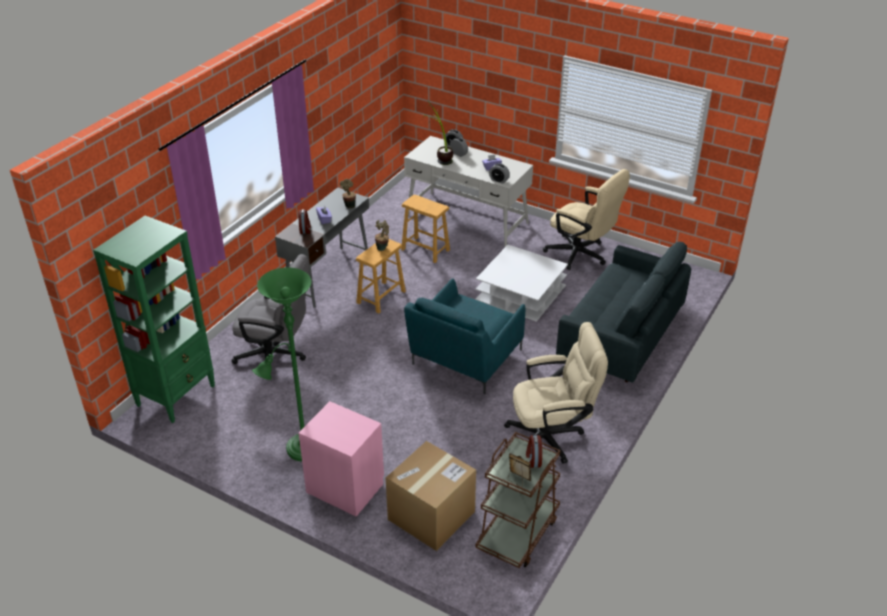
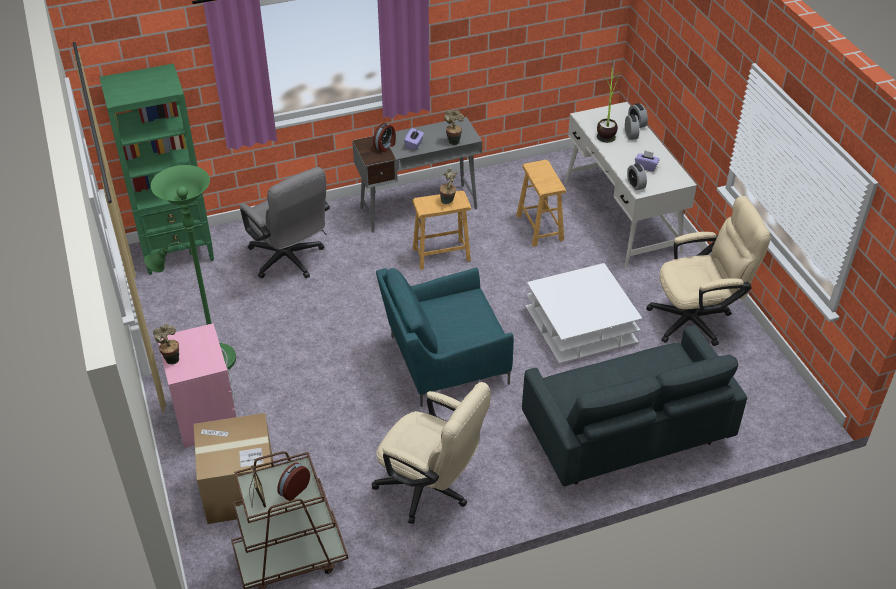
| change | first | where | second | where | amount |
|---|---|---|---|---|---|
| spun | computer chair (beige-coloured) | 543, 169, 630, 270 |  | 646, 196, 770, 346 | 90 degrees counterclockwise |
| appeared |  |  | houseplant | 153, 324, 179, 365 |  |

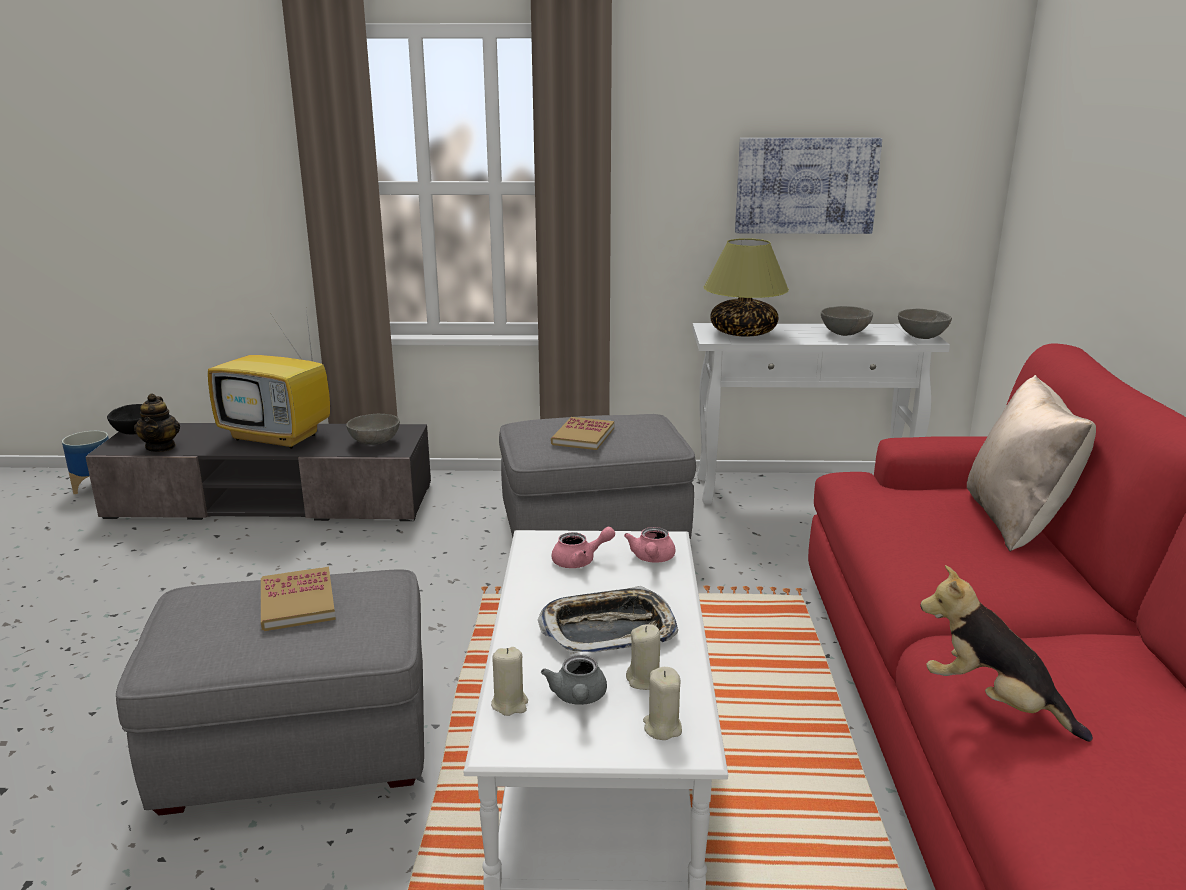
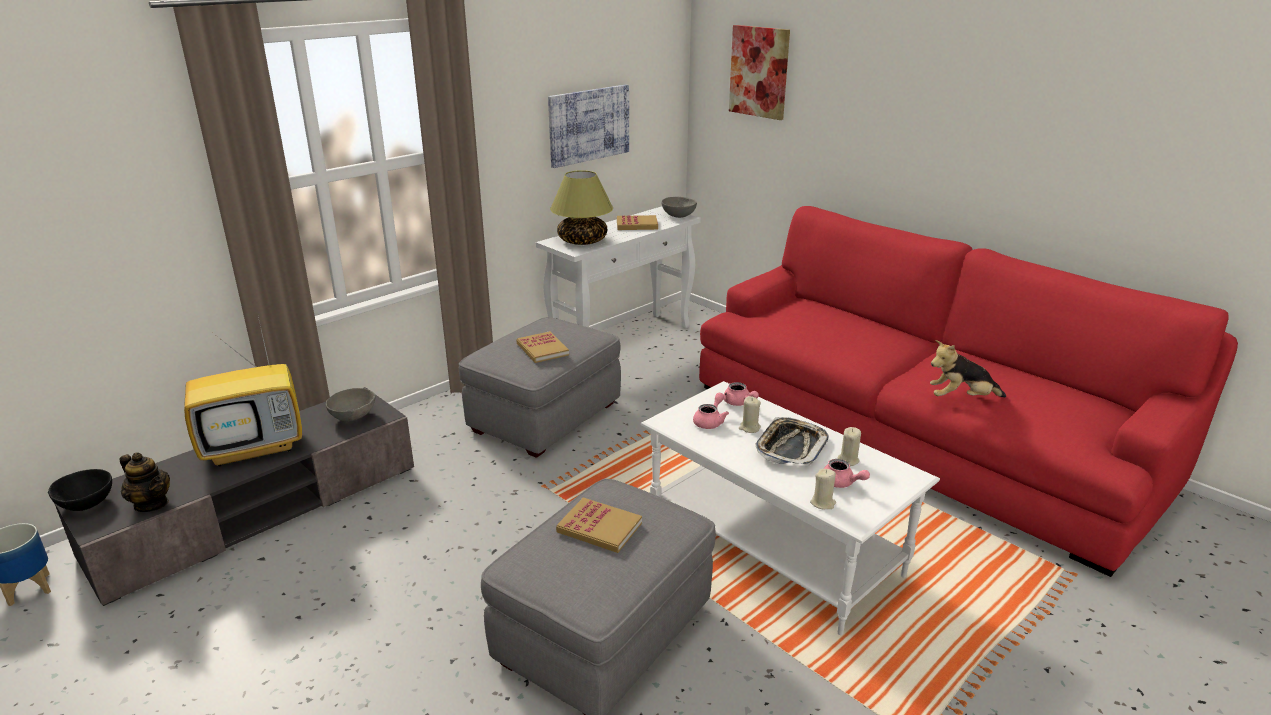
| change | first | where | second | where | amount |
|---|---|---|---|---|---|
| exchanged | serving bowl (gray) | 821, 306, 873, 336 | bound book | 617, 215, 658, 230 |  |
| missing | throw pillow (beige-coloured) | 967, 375, 1096, 551 |  |  |  |
| colour | pot for tea (gray) | 541, 655, 607, 705 | pot for tea (pink-coloured) | 824, 459, 870, 488 |  |
| relocated | wax light (beige-coloured) | 643, 667, 682, 740 |  | 739, 396, 761, 433 |  |
| appeared |  |  | wall art | 729, 25, 790, 120 |  |

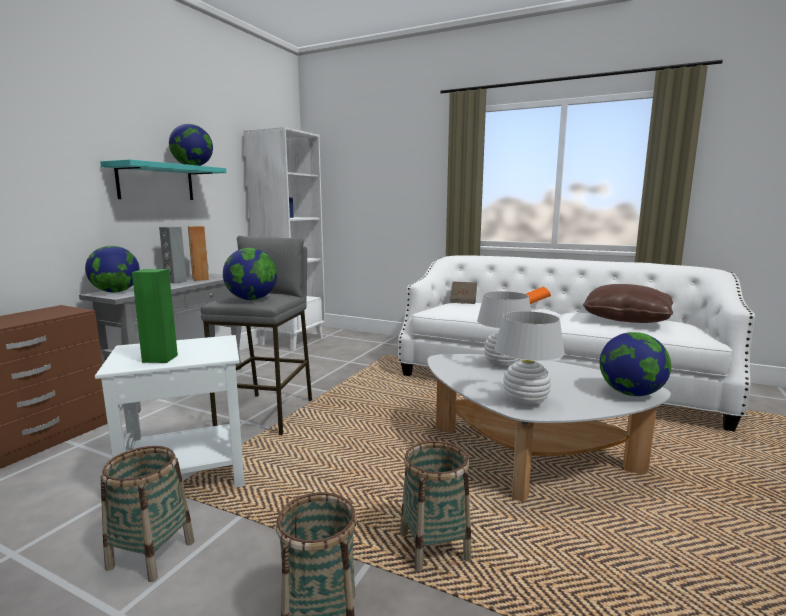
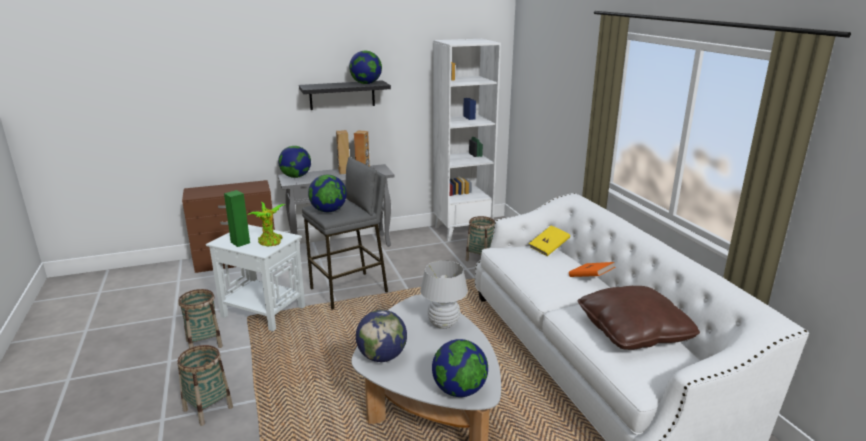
| change | first | where | second | where | amount |
|---|---|---|---|---|---|
| colour | wall shelf (blue-green) | 100, 159, 227, 200 | wall shelf (black) | 299, 80, 391, 110 |  |
| colour | audio speaker (gray) | 159, 227, 187, 284 | audio speaker (brownish) | 336, 130, 349, 174 |  |
| colour | bound book (brownish) | 450, 282, 477, 304 | bound book (yellow-coloured) | 529, 225, 570, 256 |  |
| exchanged | tabletop lamp (white) | 495, 311, 565, 407 | world globe | 356, 310, 407, 362 |  |
| relocated | storage basket | 400, 441, 471, 572 |  | 465, 216, 495, 261 |  |
| appeared |  |  | houseplant | 248, 202, 285, 246 |  |

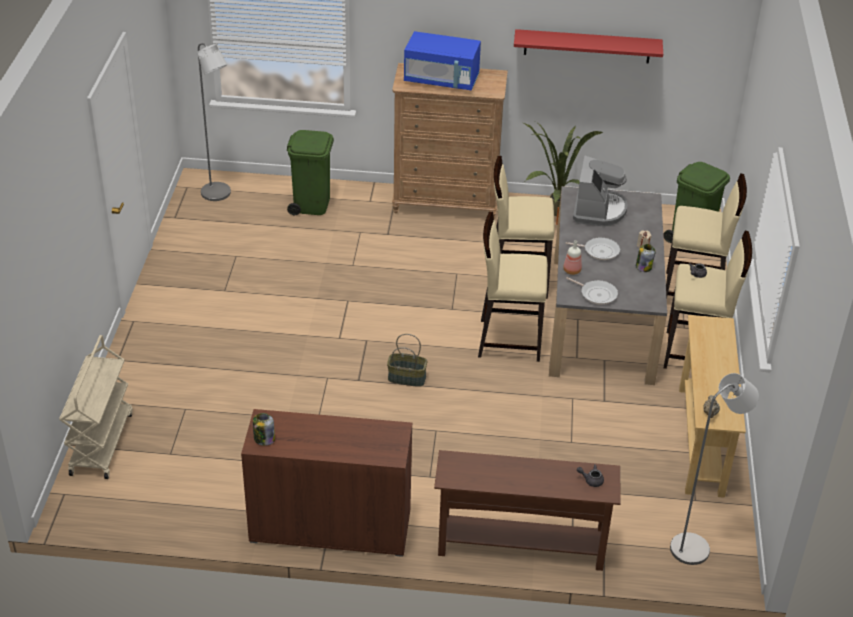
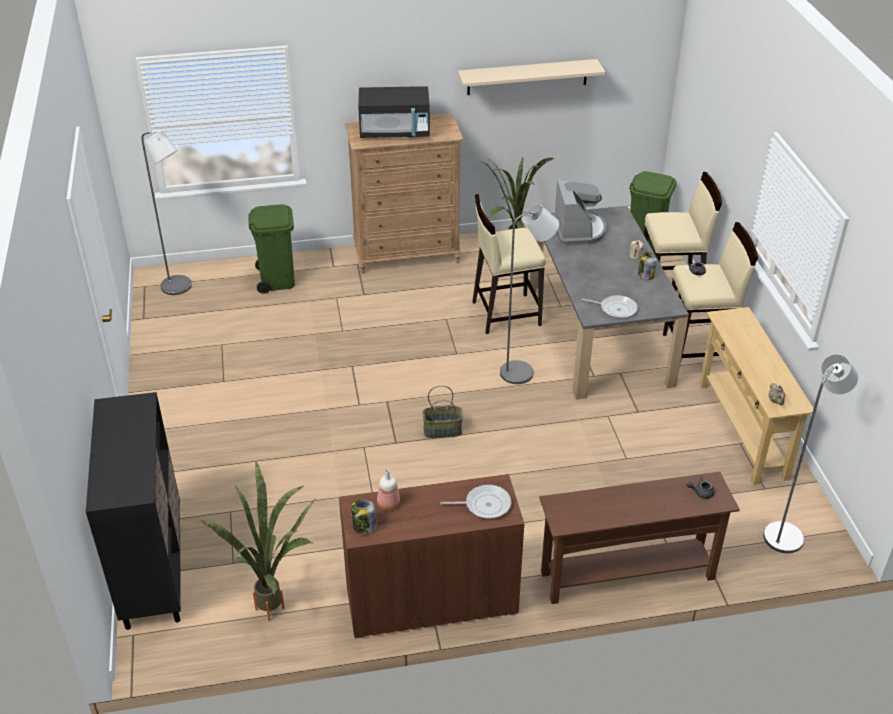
| change | first | where | second | where | amount |
|---|---|---|---|---|---|
| colour | wall shelf (red) | 514, 29, 663, 63 | wall shelf (beige-coloured) | 458, 59, 606, 95 |  |
| colour | microwave (blue-coloured) | 404, 31, 481, 90 | microwave (black) | 358, 86, 430, 138 |  |
| exchanged | stool seat (beige-coloured) | 478, 212, 548, 362 | floor lamp (gray) | 500, 204, 559, 384 |  |
| relocated | frying pan | 566, 238, 620, 260 |  | 441, 484, 511, 519 |  |
| relocated | drink bottle | 563, 240, 582, 275 |  | 377, 469, 400, 510 |  |
| exchanged | cart (beige-coloured) | 59, 335, 133, 479 | cabinet (black) | 86, 392, 181, 630 |  |
| appeared |  |  | houseplant | 201, 460, 316, 621 |  |

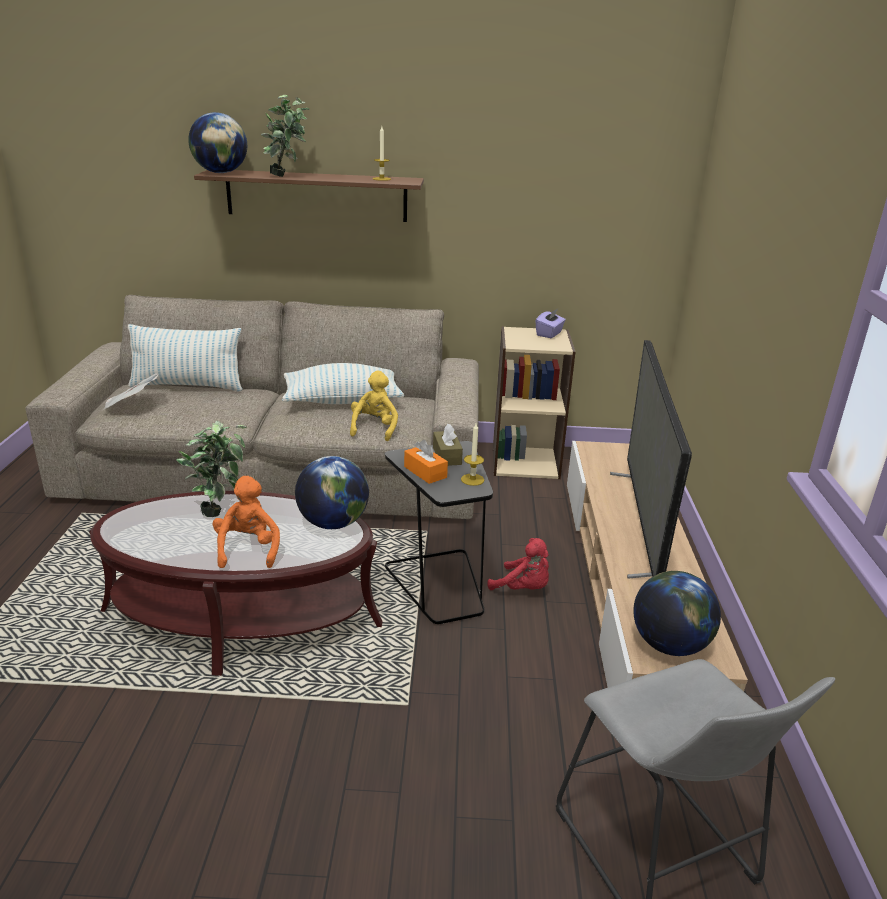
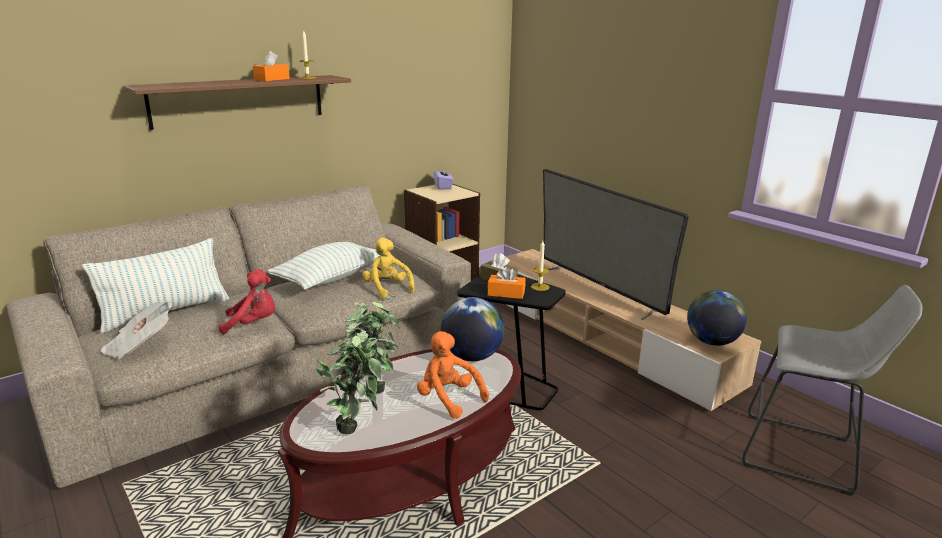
| change | first | where | second | where | amount |
|---|---|---|---|---|---|
| relocated | houseplant | 261, 95, 310, 177 |  | 316, 330, 389, 434 |  |
| missing | world globe | 188, 112, 247, 173 |  |  |  |
| relocated | plush toy (red) | 487, 538, 549, 590 |  | 219, 269, 275, 334 |  |
| appeared |  |  | box of tissues (orangey) | 253, 51, 290, 81 |  |

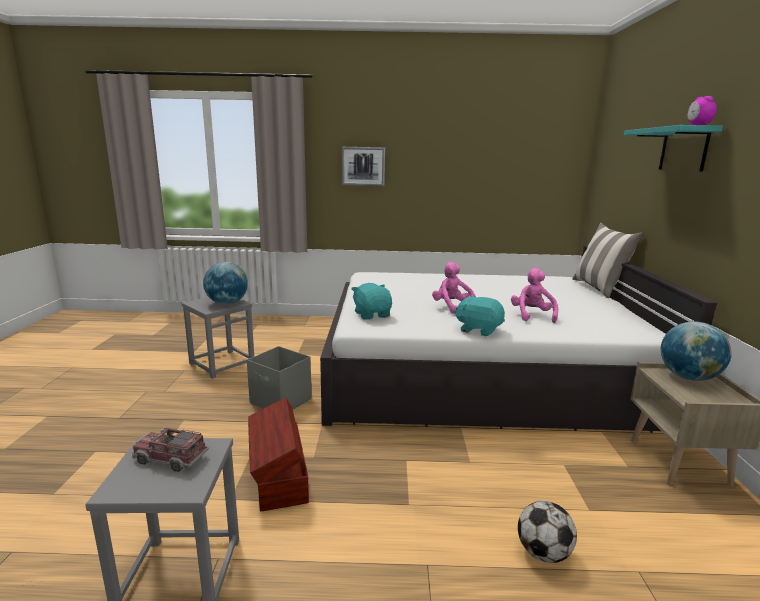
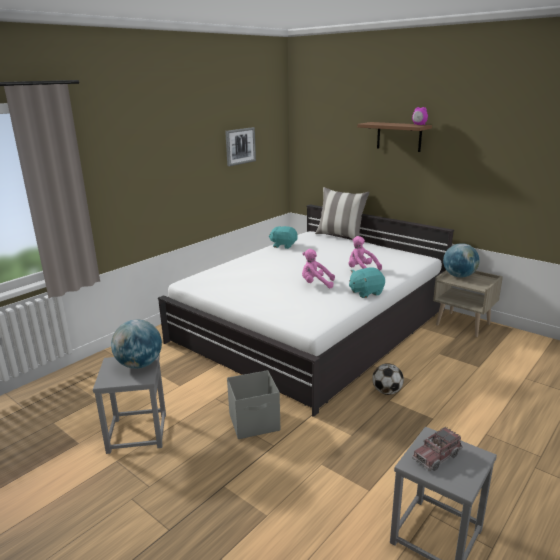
| change | first | where | second | where | amount |
|---|---|---|---|---|---|
| colour | wall shelf (blue-green) | 624, 125, 723, 172 | wall shelf (brownish) | 357, 122, 432, 152 |  |
| relocated | wall art | 342, 147, 385, 186 |  | 225, 127, 256, 166 |  |
| relocated | plush toy (blue-green) | 351, 283, 392, 320 |  | 269, 226, 298, 249 |  |
| missing | storage box (brownish) | 248, 397, 309, 512 |  |  |  |
| relocated | ball for football | 518, 501, 577, 563 |  | 372, 363, 404, 395 |  |

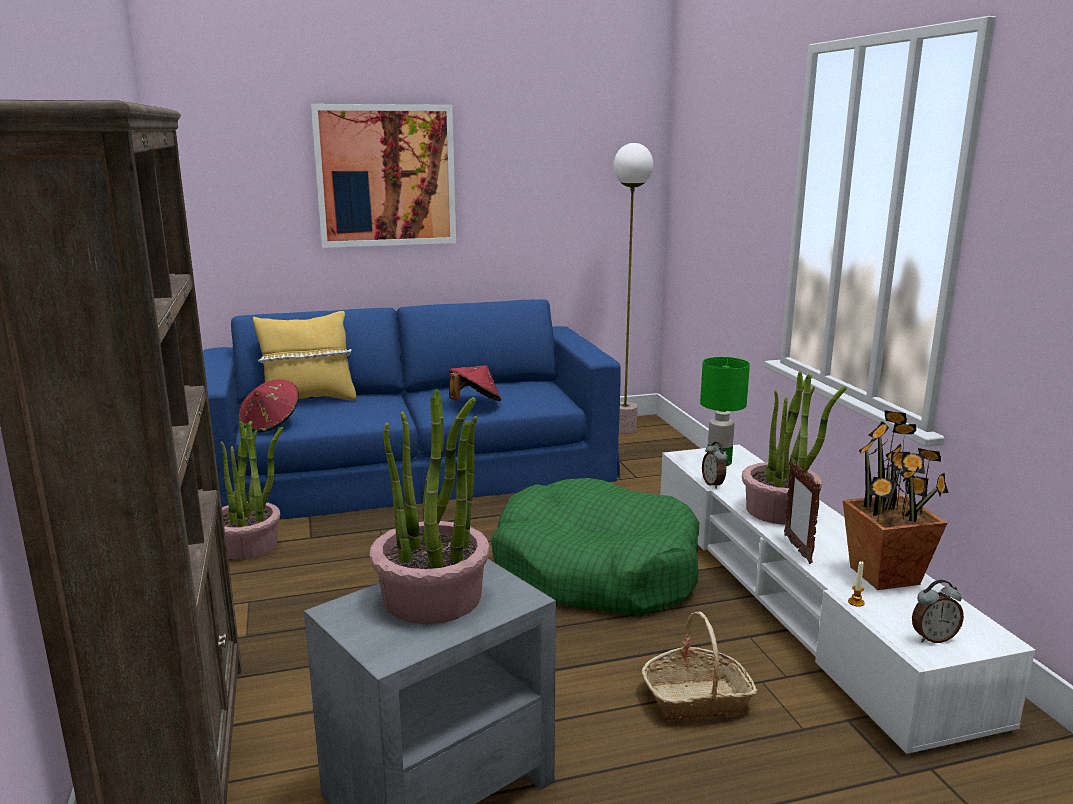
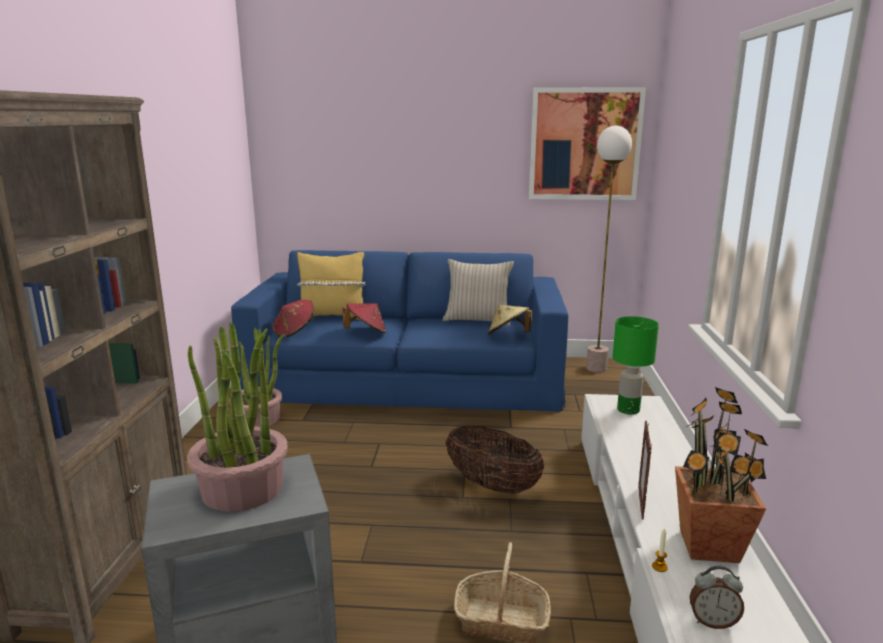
| change | first | where | second | where | amount |
|---|---|---|---|---|---|
| relocated | wall art | 311, 104, 456, 248 |  | 529, 87, 646, 200 |  |
| relocated | clothing hat (red) | 449, 365, 502, 401 |  | 343, 303, 386, 333 |  |
| missing | houseplant | 742, 372, 847, 525 |  |  |  |
| missing | alarm clock | 702, 442, 728, 489 |  |  |  |
| exchanged | pet bed (greenish) | 491, 478, 699, 616 | storage basket | 446, 426, 544, 494 |  |
| appeared |  |  | throw pillow (beige-coloured) | 443, 259, 514, 326 |  |
| appeared |  |  | clothing hat (beige-coloured) | 488, 305, 532, 335 |  |

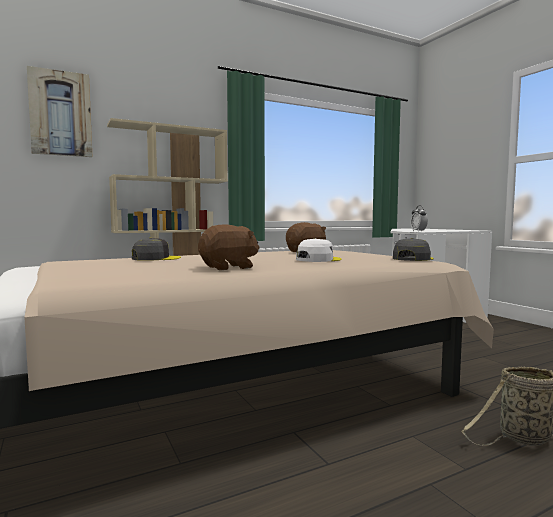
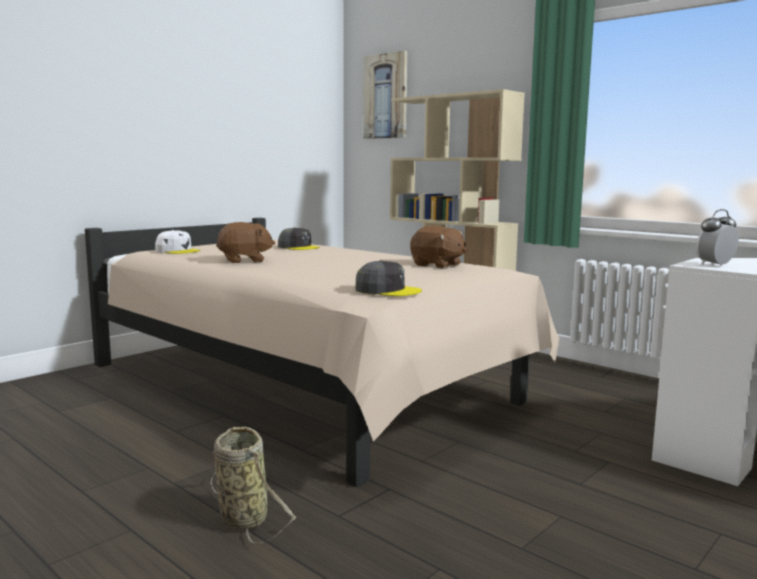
| change | first | where | second | where | amount |
|---|---|---|---|---|---|
| spun | plush toy (brownish) | 198, 224, 260, 270 |  | 216, 222, 275, 263 | 60 degrees counterclockwise |
| relocated | peaked cap (white) | 296, 238, 342, 262 |  | 155, 230, 201, 254 |  |

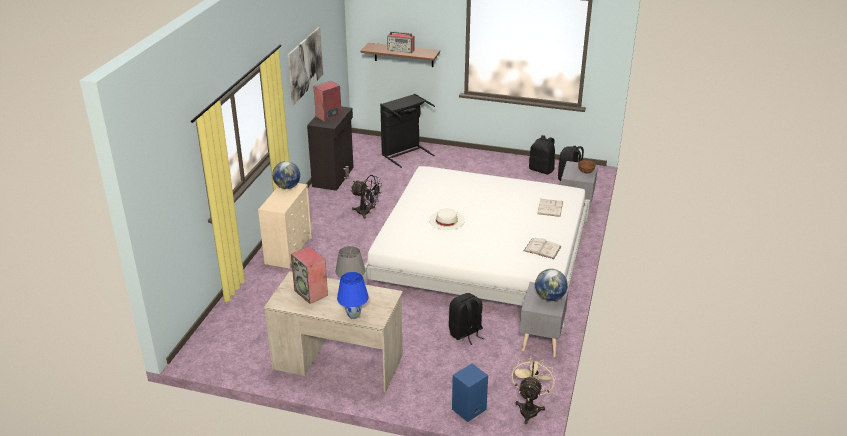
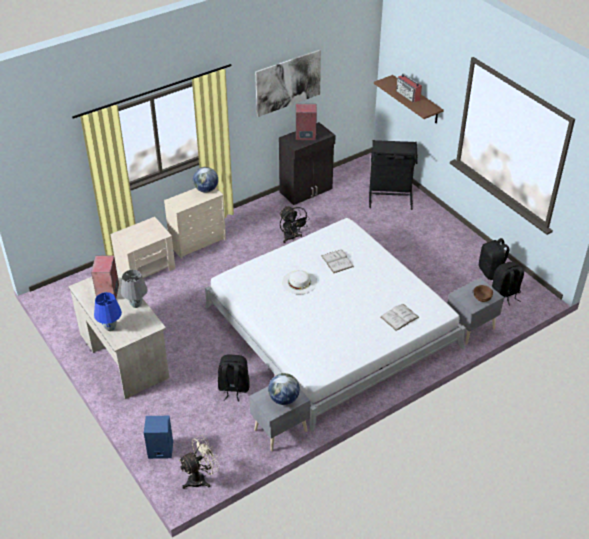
| change | first | where | second | where | amount |
|---|---|---|---|---|---|
| relocated | bound book (white) | 524, 237, 562, 259 |  | 321, 249, 354, 273 |  |
| appeared |  |  | nightstand (beige-coloured) | 111, 217, 175, 278 |  |

